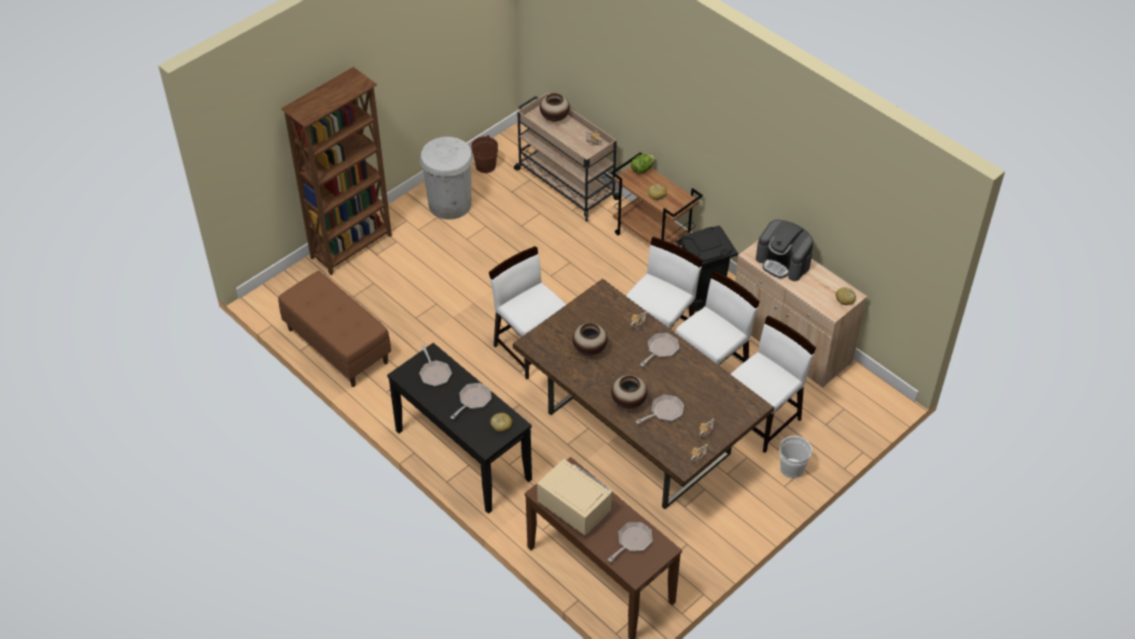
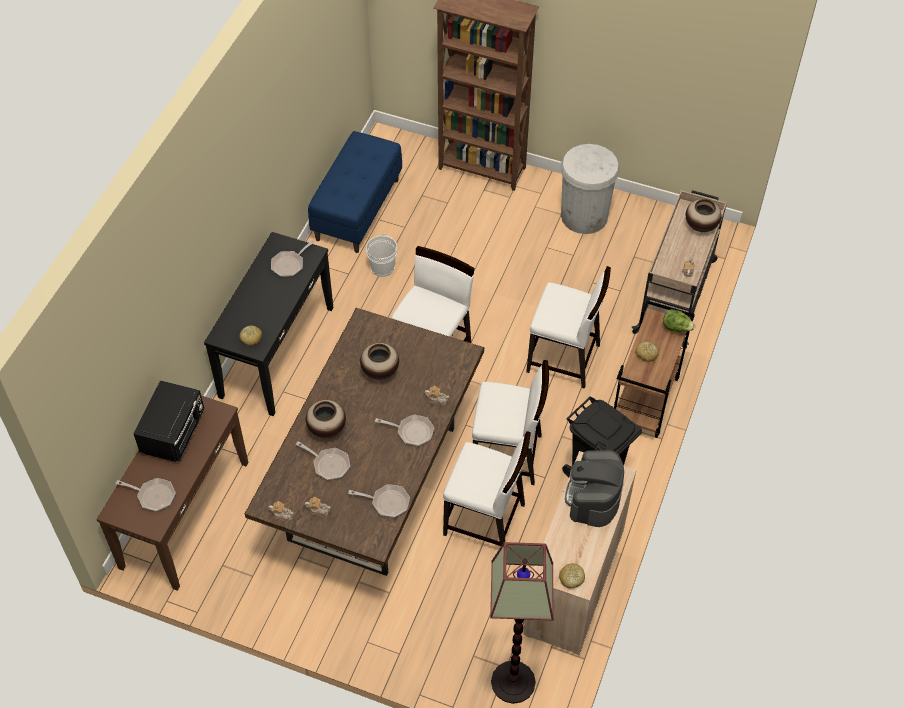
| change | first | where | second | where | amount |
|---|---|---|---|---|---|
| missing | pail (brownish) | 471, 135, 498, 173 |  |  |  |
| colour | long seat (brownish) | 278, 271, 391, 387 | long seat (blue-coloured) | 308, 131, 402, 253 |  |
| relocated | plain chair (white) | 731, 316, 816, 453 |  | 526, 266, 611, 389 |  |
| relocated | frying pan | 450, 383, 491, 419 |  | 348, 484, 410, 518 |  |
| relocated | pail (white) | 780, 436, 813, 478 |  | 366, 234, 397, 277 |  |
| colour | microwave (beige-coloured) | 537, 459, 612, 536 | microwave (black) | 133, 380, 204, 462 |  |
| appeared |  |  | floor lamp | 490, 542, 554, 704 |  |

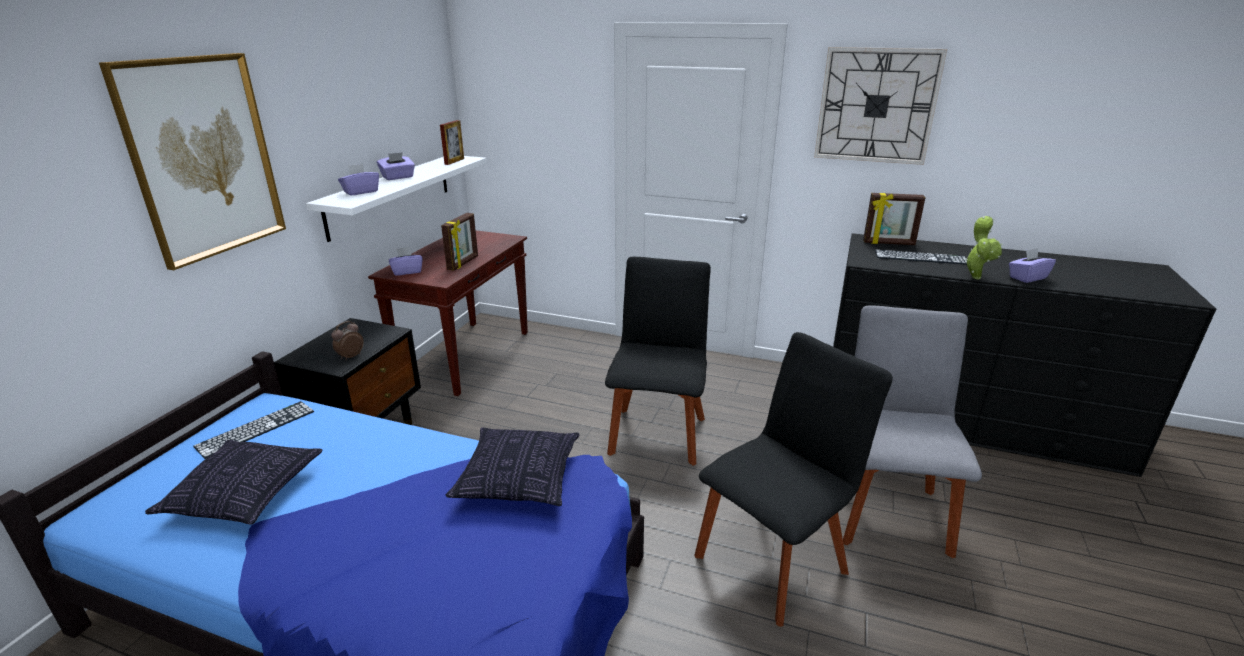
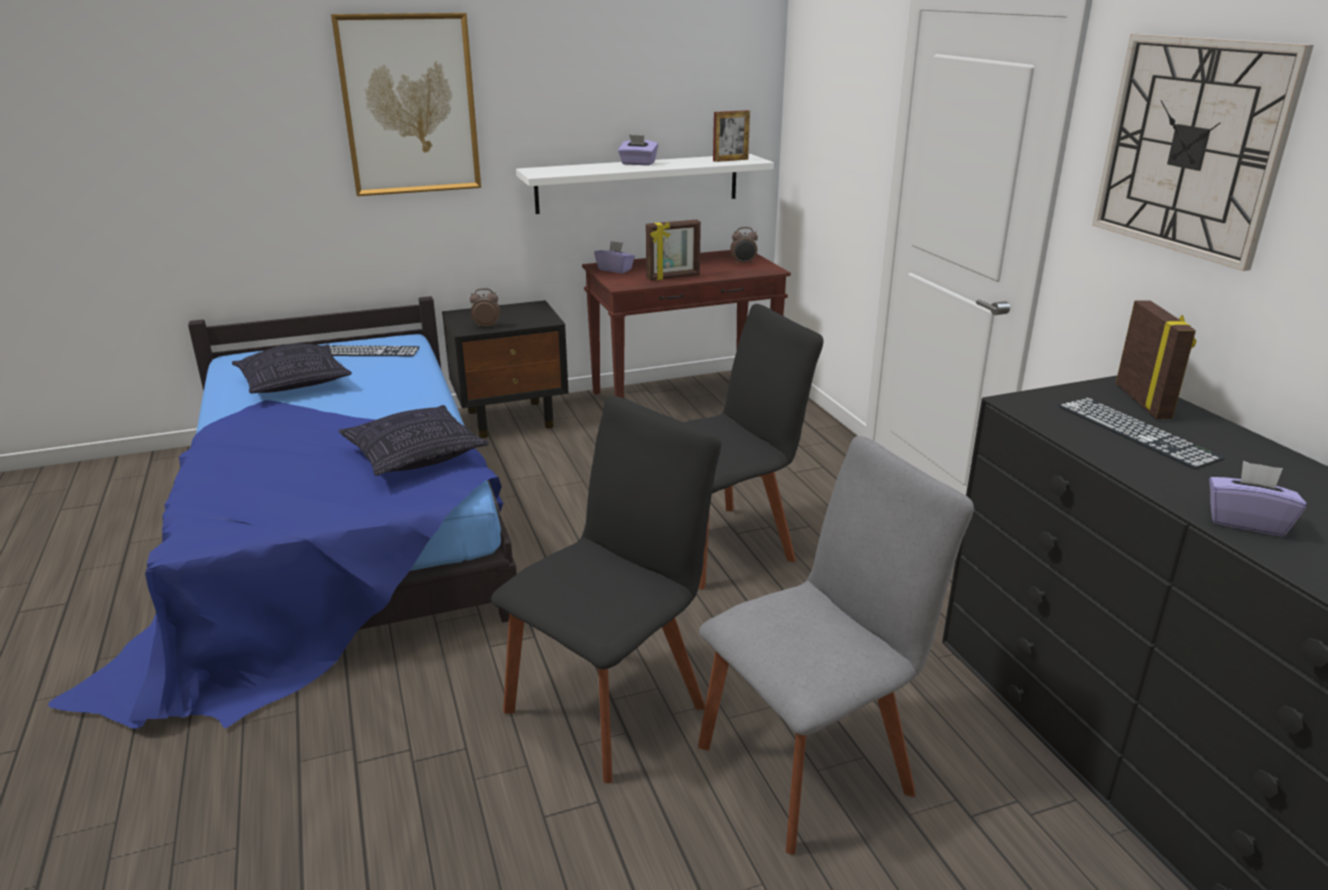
| change | first | where | second | where | amount |
|---|---|---|---|---|---|
| missing | box of tissues (purple) | 338, 163, 379, 196 |  |  |  |
| spun | standing frame | 863, 193, 926, 245 |  | 1116, 301, 1197, 419 | 150 degrees counterclockwise |
| missing | houseplant | 965, 216, 1003, 279 |  |  |  |
| spun | plain chair (black) | 694, 332, 893, 627 |  | 491, 396, 721, 783 | 60 degrees counterclockwise |
| appeared |  |  | alarm clock | 730, 227, 758, 264 |  |

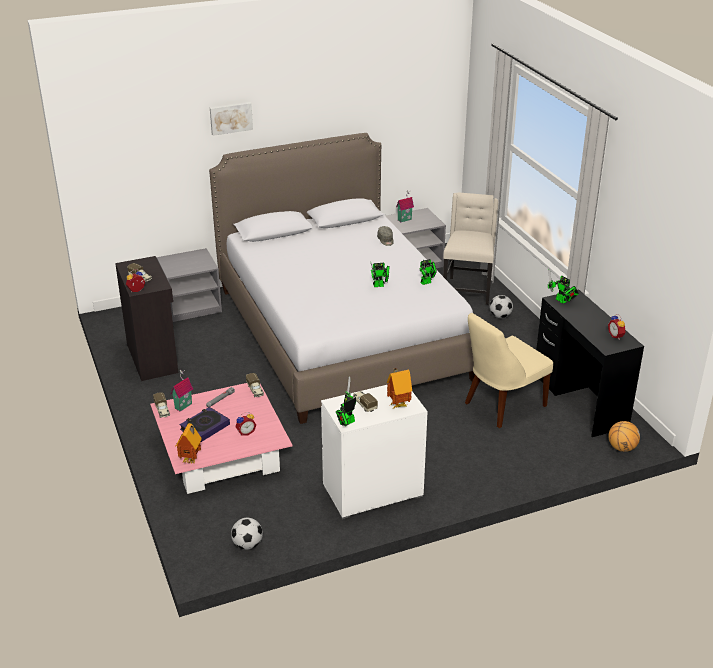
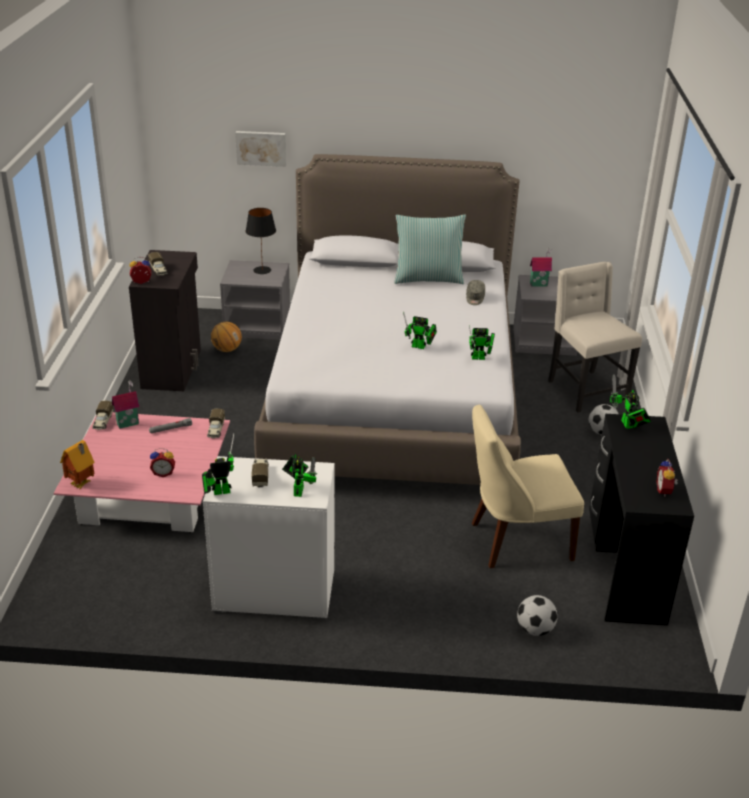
| change | first | where | second | where | amount |
|---|---|---|---|---|---|
| relocated | wall art | 210, 102, 253, 136 |  | 235, 131, 286, 167 |  |
| spun | plain chair (beige-coloured) | 443, 193, 498, 305 |  | 548, 262, 642, 413 | 60 degrees counterclockwise |
| exchanged | model house | 387, 368, 412, 409 | robot figure | 283, 454, 317, 497 |  |
| missing | bound book | 180, 407, 230, 443 |  |  |  |
| relocated | basketball | 608, 421, 640, 452 |  | 211, 322, 242, 352 |  |
| relocated | ball for football | 231, 518, 263, 550 |  | 517, 595, 558, 636 |  |
| appeared |  |  | tabletop lamp (black) | 245, 208, 276, 274 |  |
| appeared |  |  | throw pillow | 394, 214, 466, 284 |  |

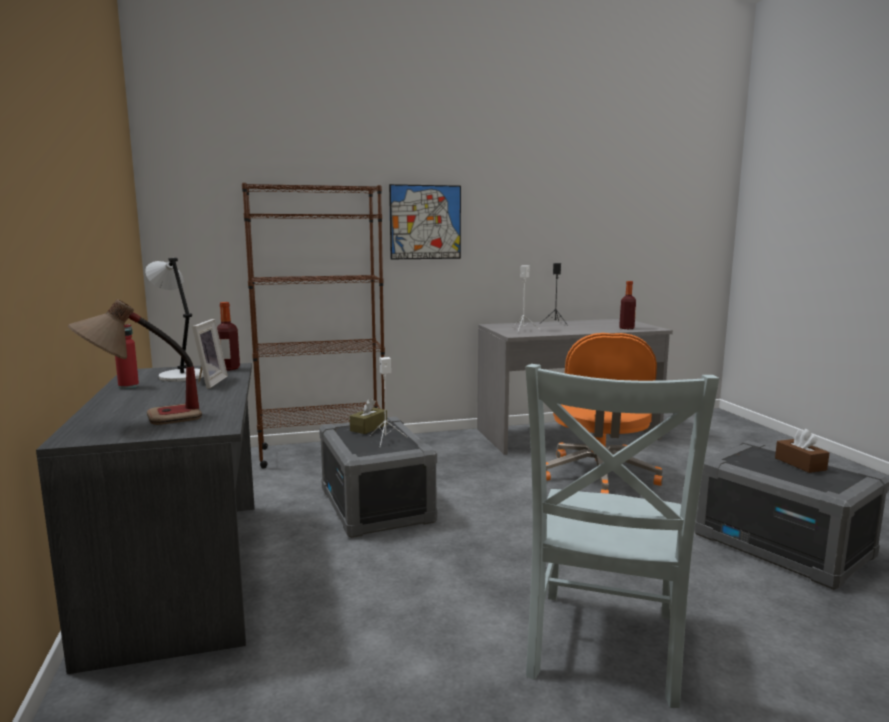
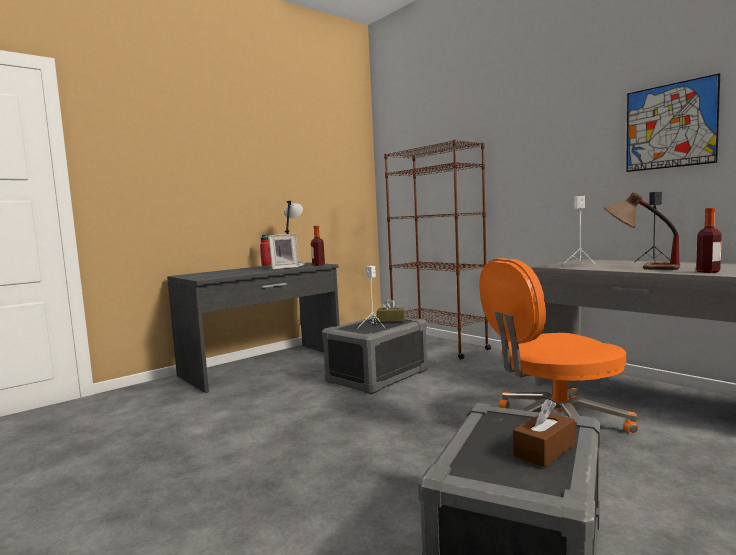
| change | first | where | second | where | amount |
|---|---|---|---|---|---|
| relocated | wall art | 389, 184, 461, 259 |  | 626, 73, 720, 172 |  |
| relocated | tabletop lamp | 68, 299, 202, 425 |  | 604, 192, 680, 270 |  |
| missing | plain chair (gray) | 525, 364, 719, 708 |  |  |  |

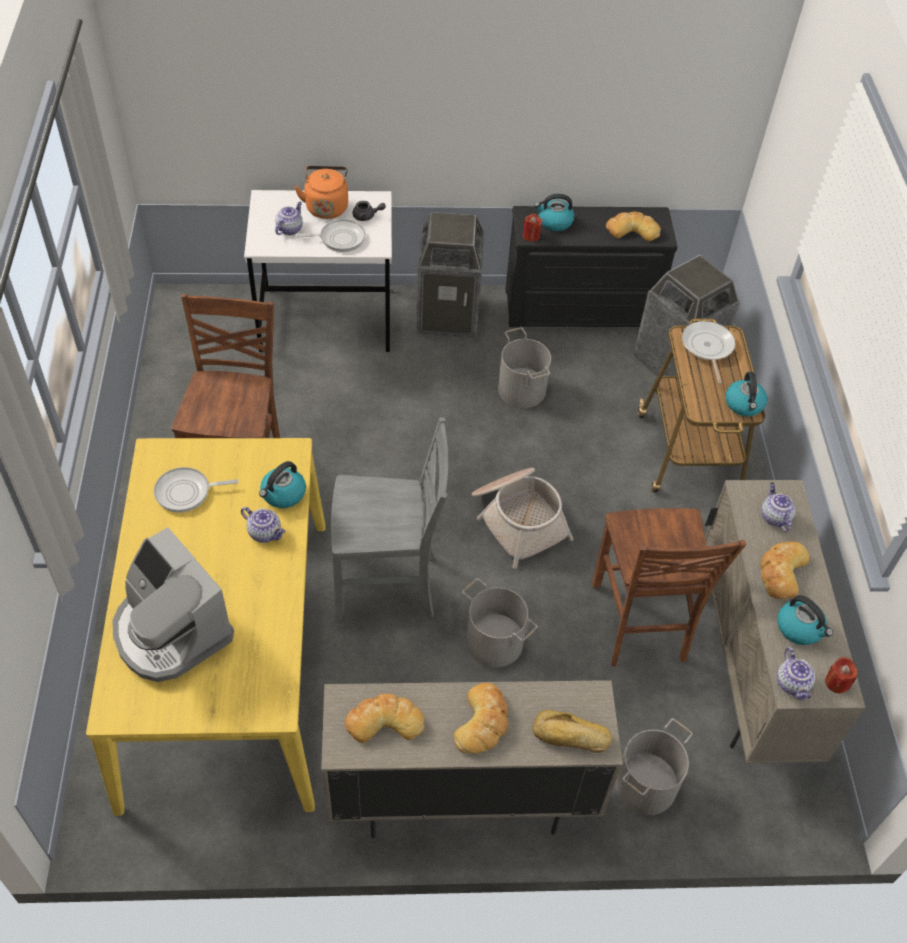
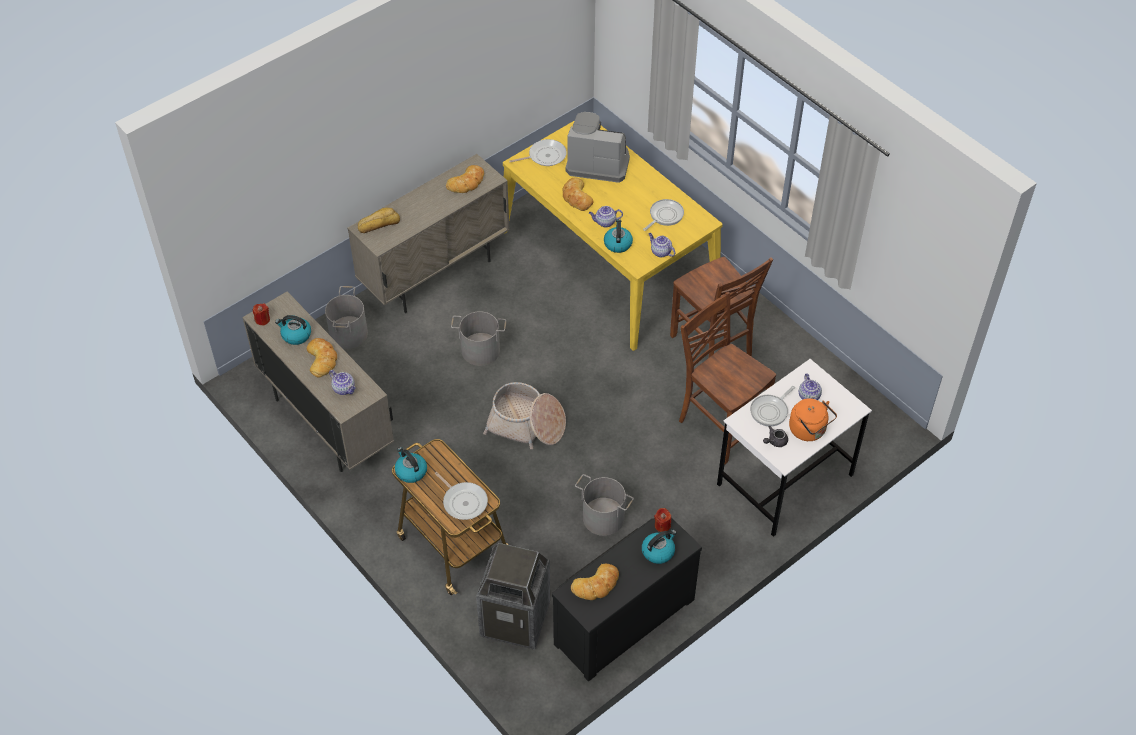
| change | first | where | second | where | amount |
|---|---|---|---|---|---|
| missing | waste bin | 416, 212, 484, 338 |  |  |  |
| missing | plain chair (gray) | 331, 417, 448, 620 |  |  |  |
| relocated | plain chair (brownish) | 592, 508, 746, 667 |  | 679, 292, 776, 465 |  |
| relocated | pot for tea | 777, 647, 815, 700 |  | 648, 233, 675, 258 |  |
| relocated | baked bread | 454, 682, 508, 754 |  | 562, 178, 593, 211 |  |
| appeared |  |  | frying pan | 509, 139, 567, 166 |  |

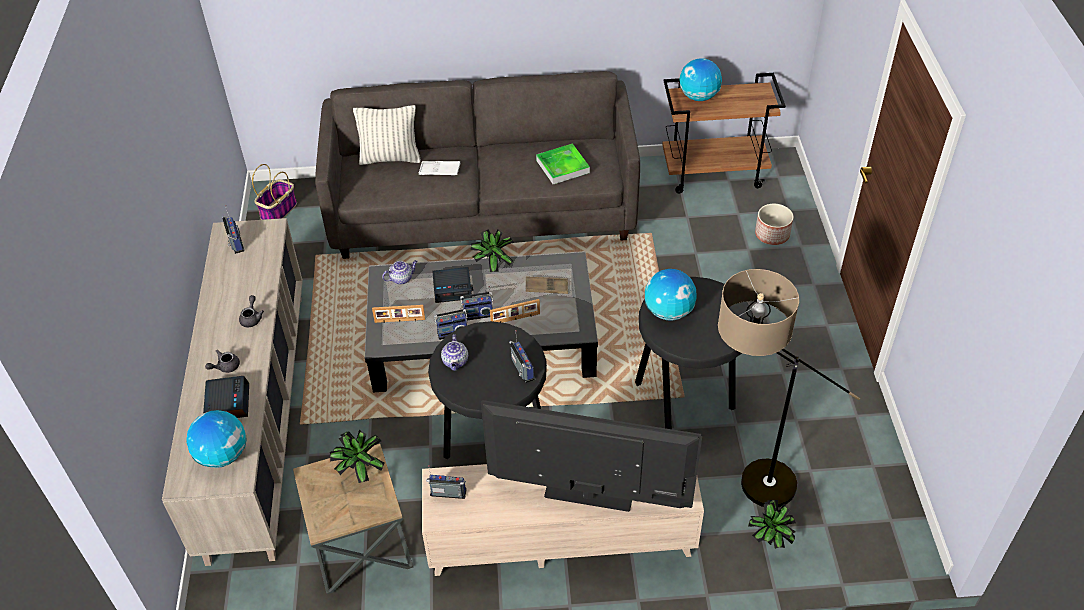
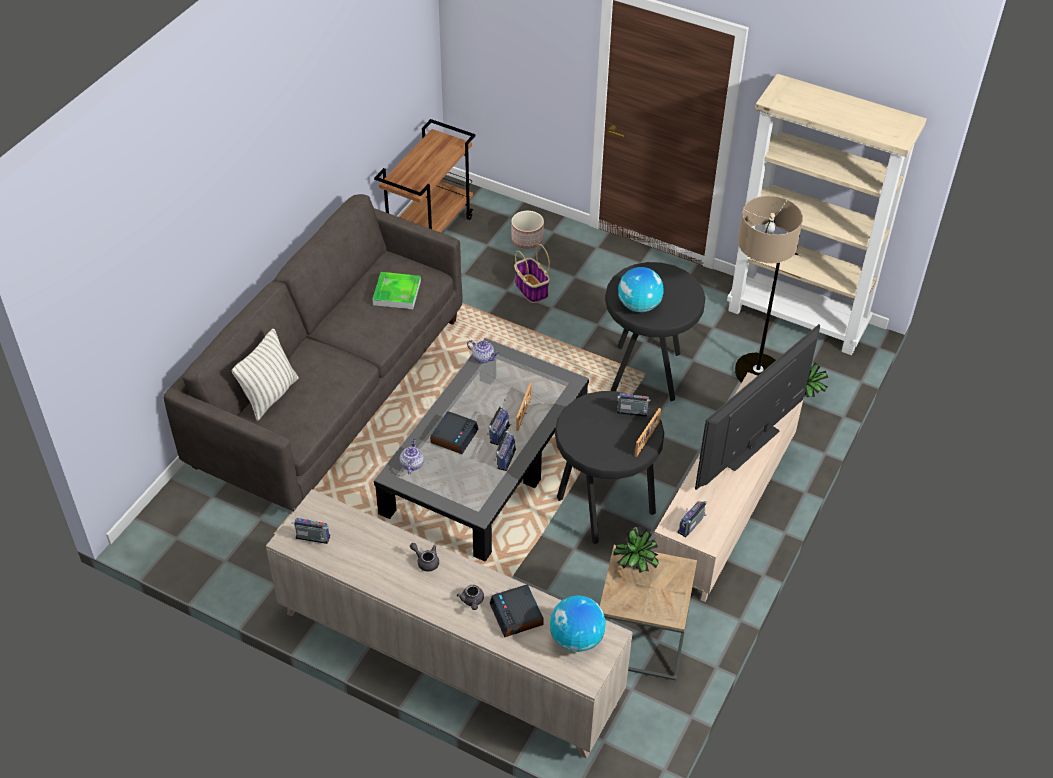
| change | first | where | second | where | amount |
|---|---|---|---|---|---|
| missing | world globe | 679, 58, 722, 101 |  |  |  |
| missing | serving tray (white) | 419, 161, 460, 175 |  |  |  |
| relocated | storage basket | 252, 164, 297, 220 |  | 514, 244, 550, 303 |  |
| missing | houseplant | 470, 229, 514, 272 |  |  |  |
| missing | serving tray (brownish) | 526, 276, 568, 294 |  |  |  |
| relocated | standing frame | 372, 305, 425, 323 |  | 635, 408, 661, 457 |  |
| relocated | pot for tea | 441, 334, 468, 371 |  | 467, 340, 499, 363 |  |
| spun | alarm clock | 203, 376, 249, 418 |  | 490, 585, 544, 637 | 135 degrees counterclockwise |
| appeared |  |  | bookshelf (beige-coloured) | 727, 74, 927, 355 |  |

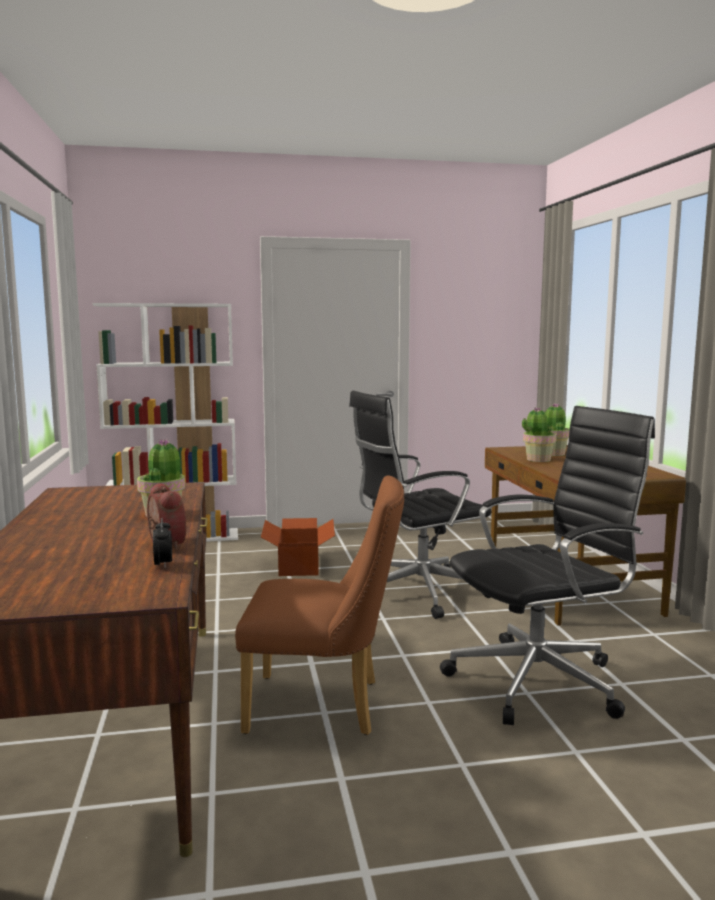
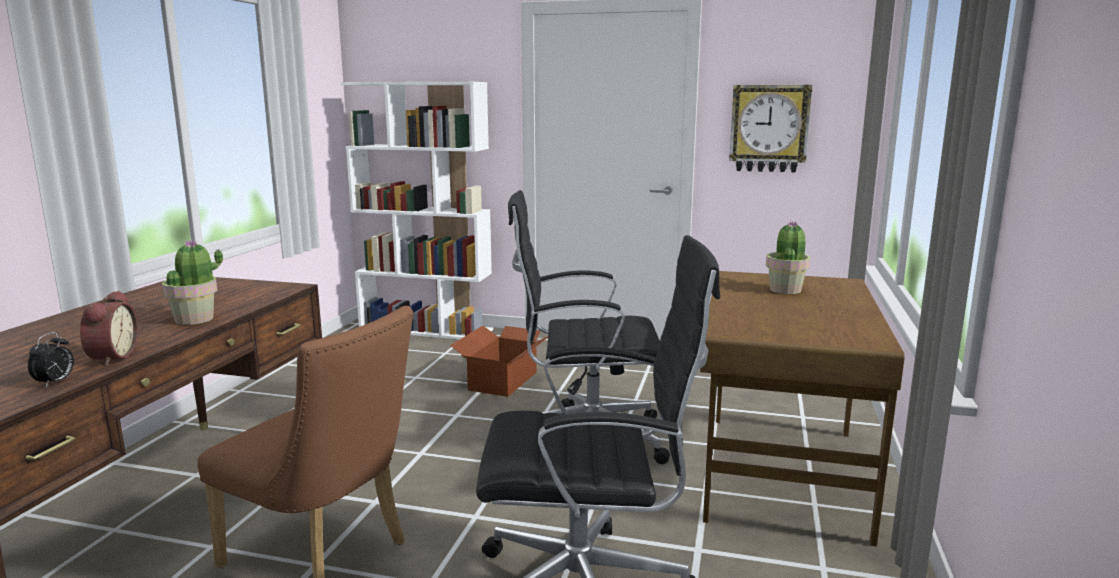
| change | first | where | second | where | amount |
|---|---|---|---|---|---|
| missing | houseplant | 522, 407, 557, 462 |  |  |  |
| appeared |  |  | hanging clock | 729, 85, 812, 172 |  |

